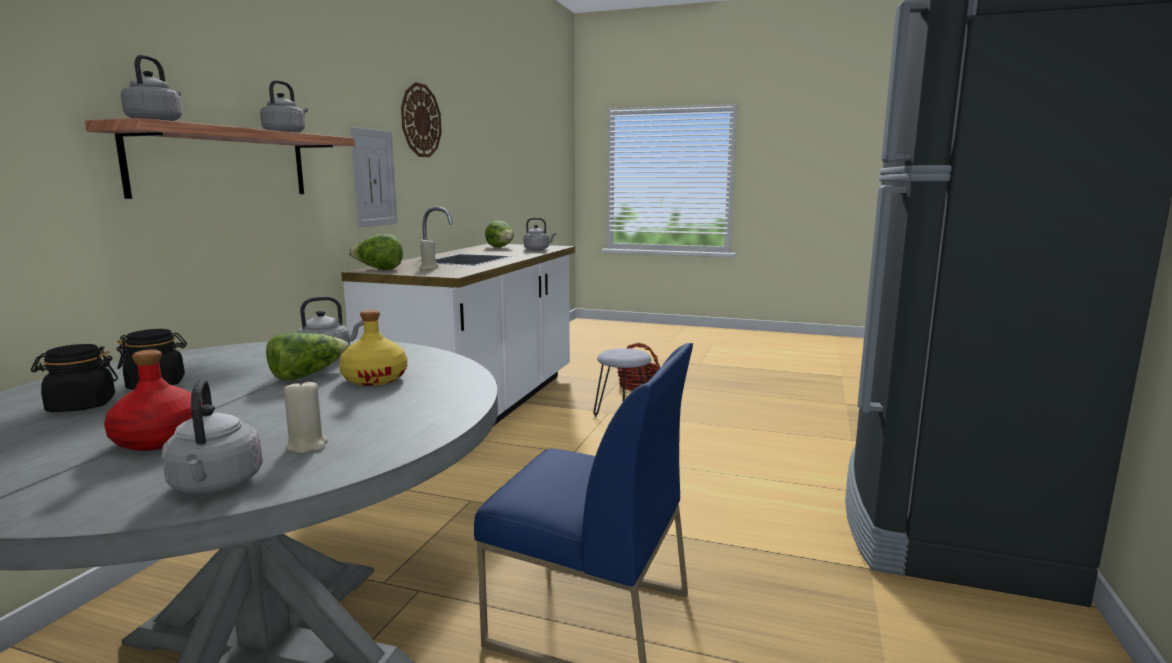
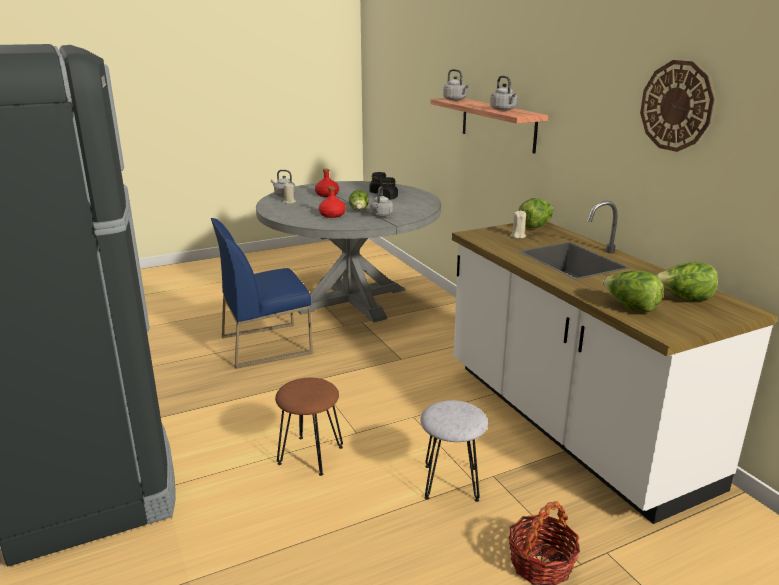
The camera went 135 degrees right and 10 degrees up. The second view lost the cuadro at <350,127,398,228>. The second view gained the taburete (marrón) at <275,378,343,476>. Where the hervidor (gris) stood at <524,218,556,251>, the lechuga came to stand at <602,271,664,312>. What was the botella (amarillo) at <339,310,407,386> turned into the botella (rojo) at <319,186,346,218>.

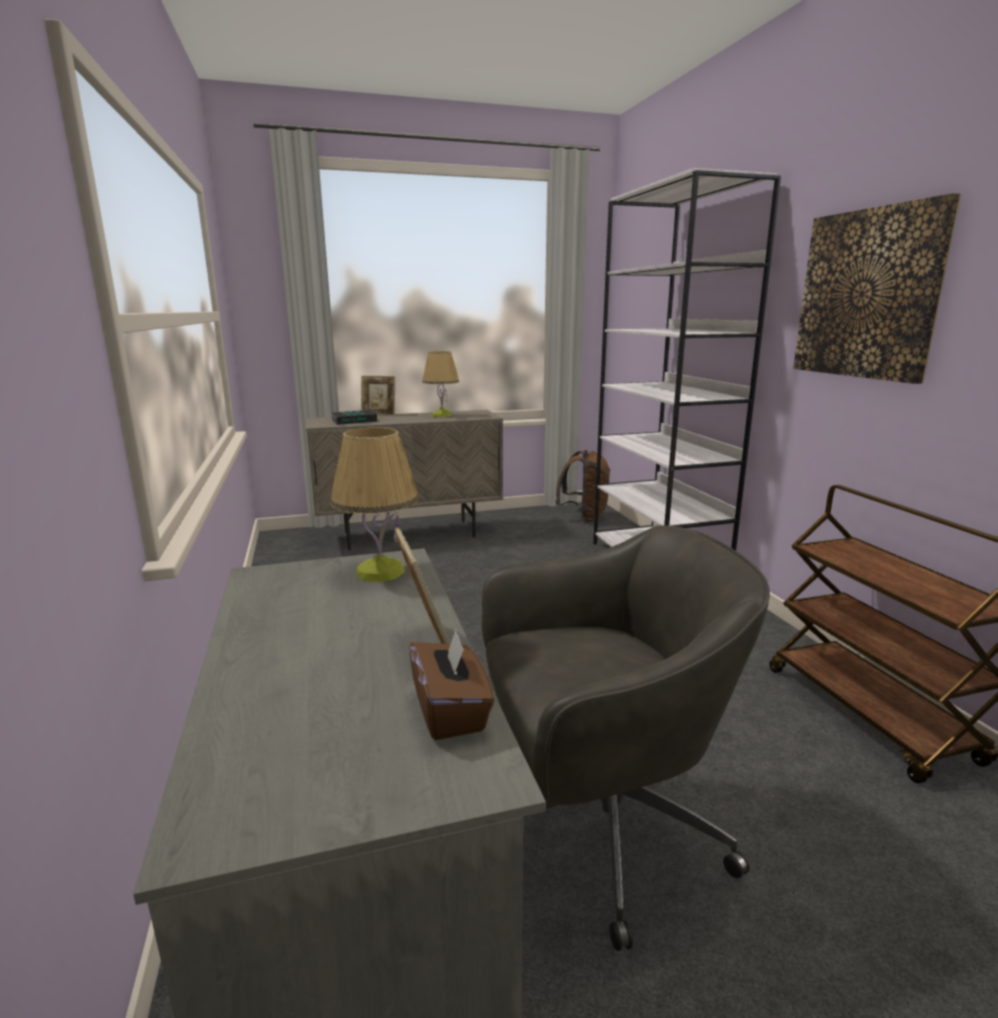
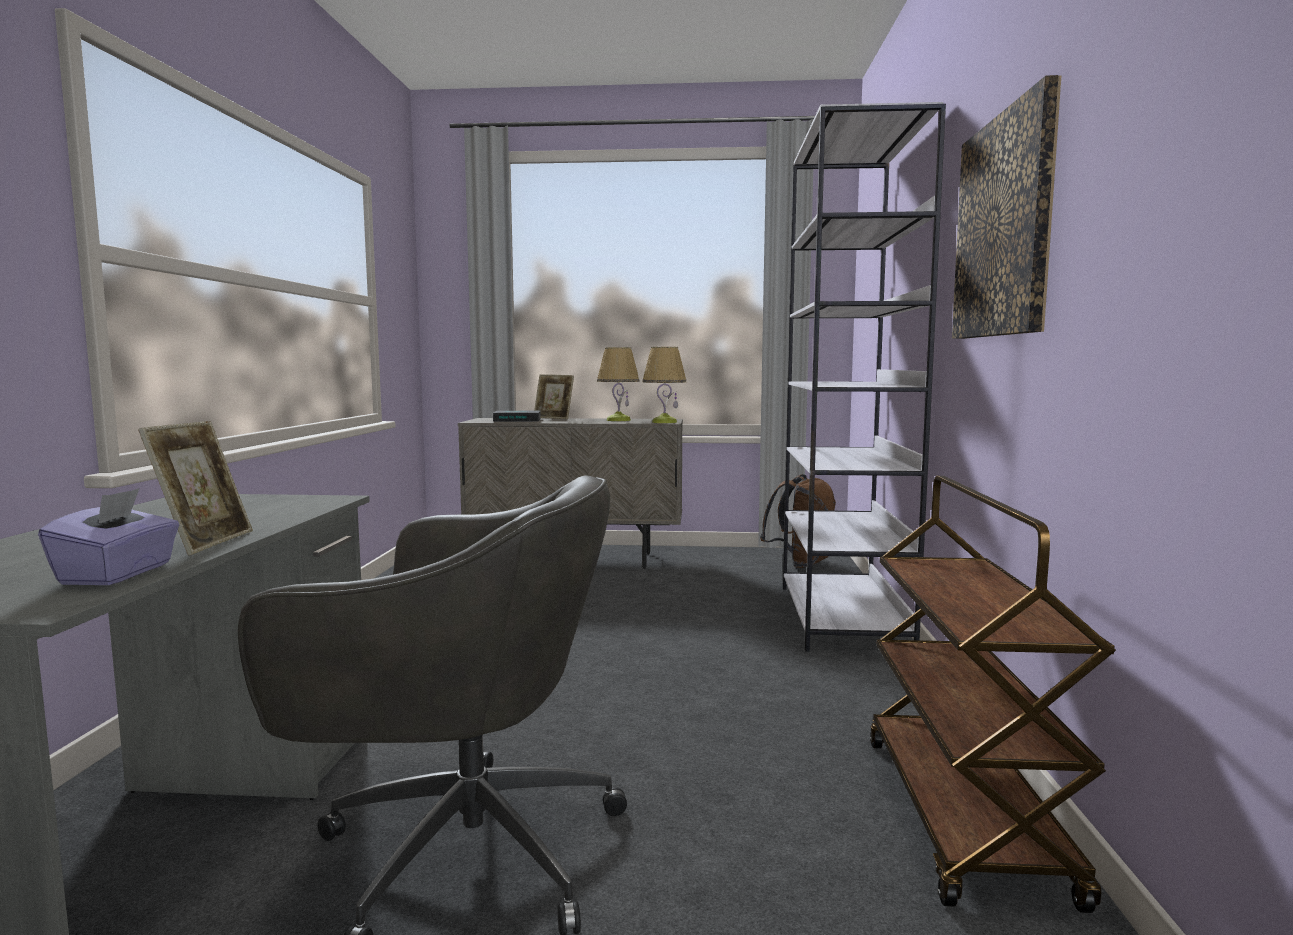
The camera went 20 degrees right and 10 degrees down. The lámpara de mesa ended up elsewhere, having gone from <331,428,419,582> to <643,347,686,423>. What was the caja de pañuelos (marrón) at <409,628,495,740> turned into the caja de pañuelos (morado) at <38,488,179,585>.

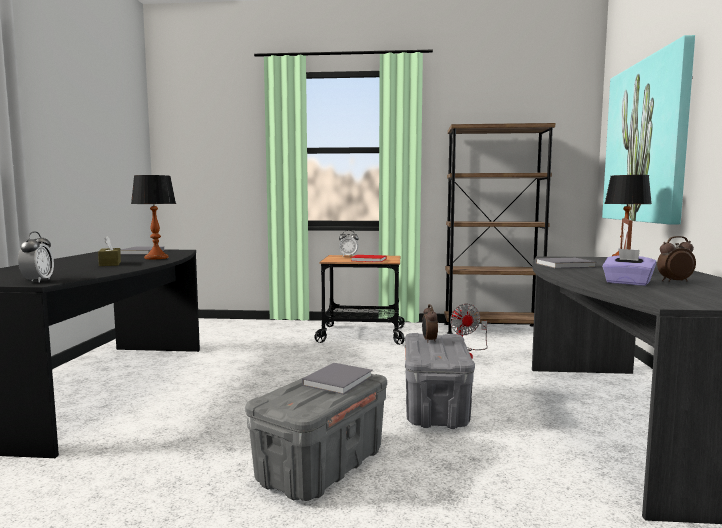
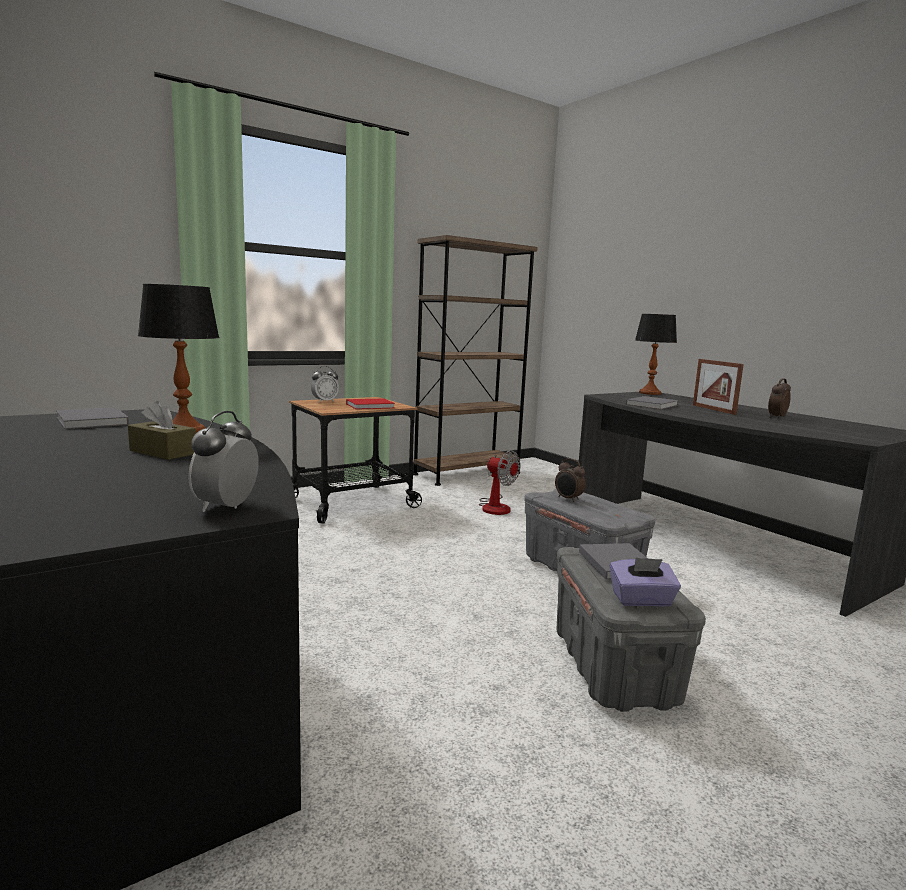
The camera went 40 degrees left and 5 degrees up. The second view lost the cuadro at <602,35,695,225>. The caja de pañuelos (morado) ended up elsewhere, having gone from <602,248,656,286> to <610,558,681,607>. The despertador at <18,232,54,283> ended up facing another way, 120 degrees counterclockwise from before.

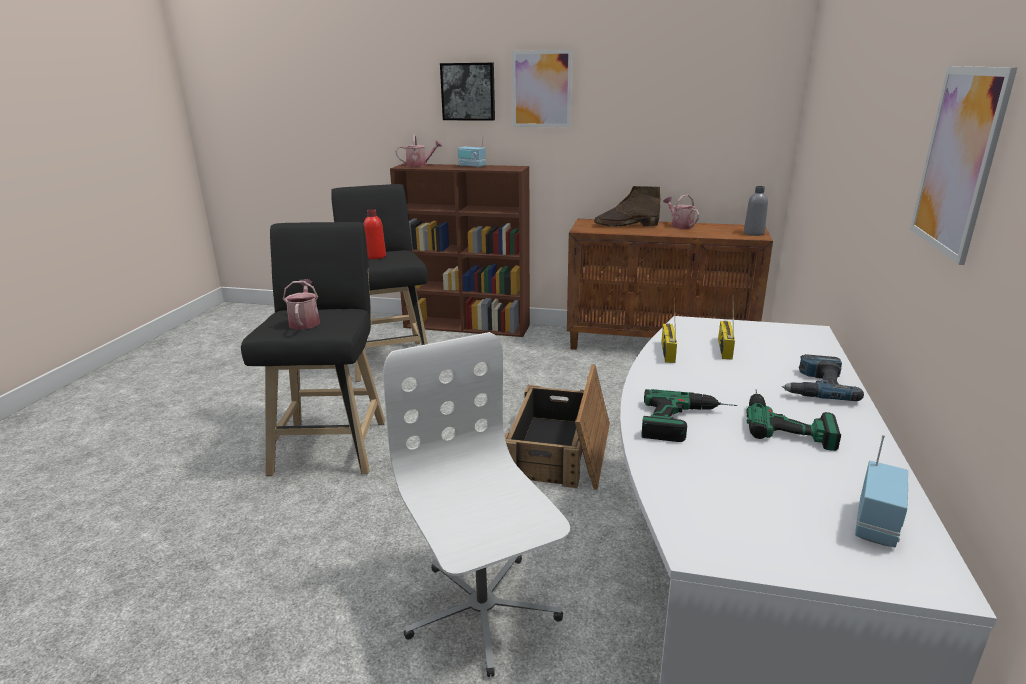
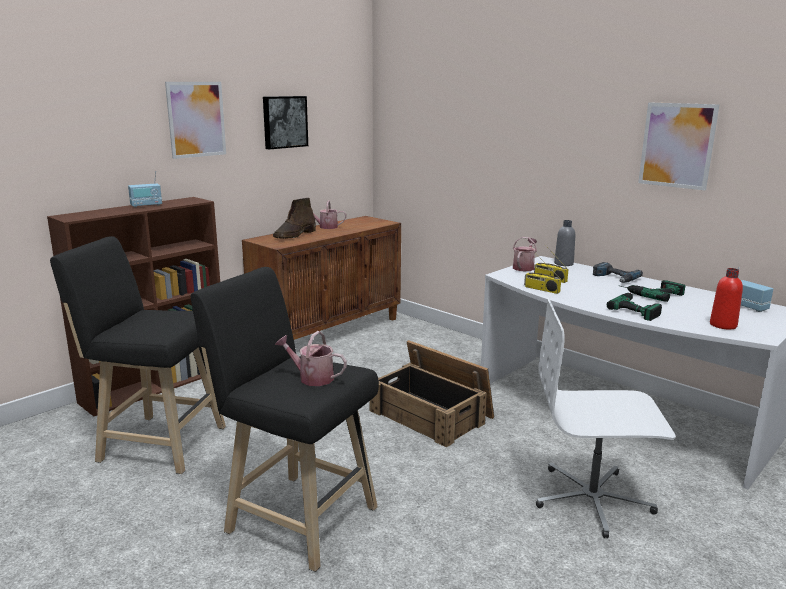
The camera went 60 degrees left and 5 degrees down. The botella (rojo) ended up elsewhere, having gone from <364,209,386,259> to <710,268,743,329>. The regadera ended up elsewhere, having gone from <396,134,443,167> to <513,237,537,271>. The cuadro ended up elsewhere, having gone from <440,63,495,121> to <263,96,308,149>. The botella (gris) ended up elsewhere, having gone from <744,186,768,236> to <554,220,575,266>.

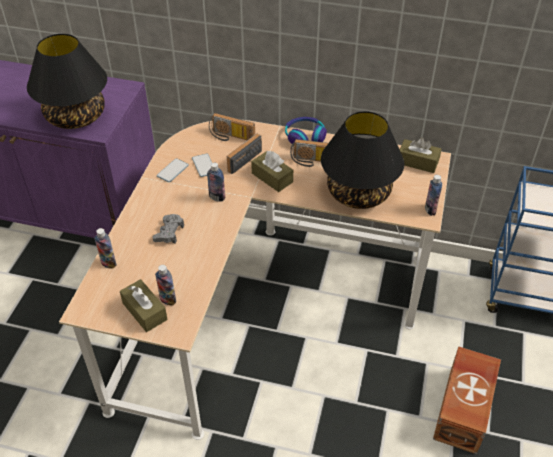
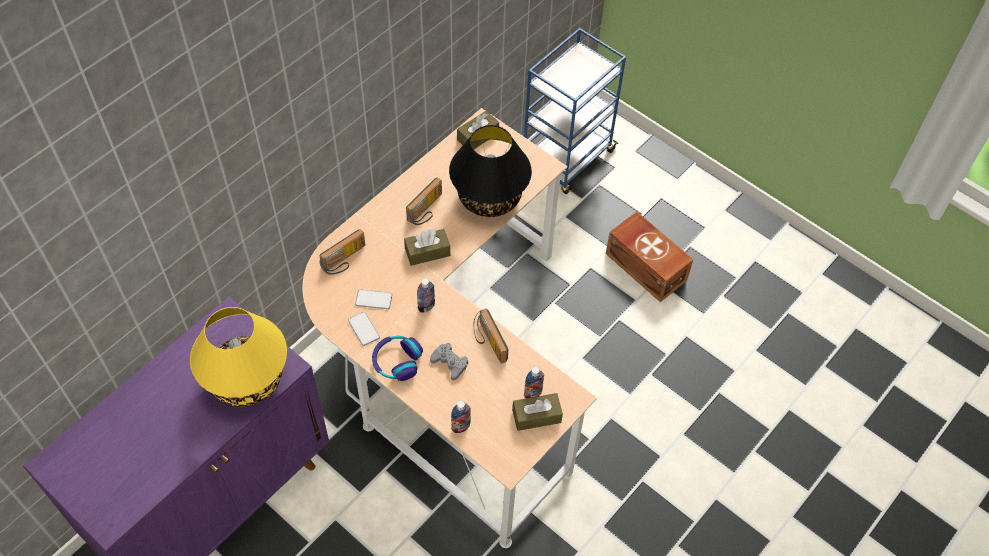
The camera went 65 degrees left and 10 degrees up. The second view lost the botella at <425,175,442,216>. The radio ended up elsewhere, having gone from <227,134,262,174> to <474,309,508,364>. The auriculares ended up elsewhere, having gone from <285,117,327,144> to <372,336,423,381>. What was the lámpara de mesa (negro) at <27,34,107,129> turned into the lámpara de mesa (amarillo) at <190,307,287,406>.

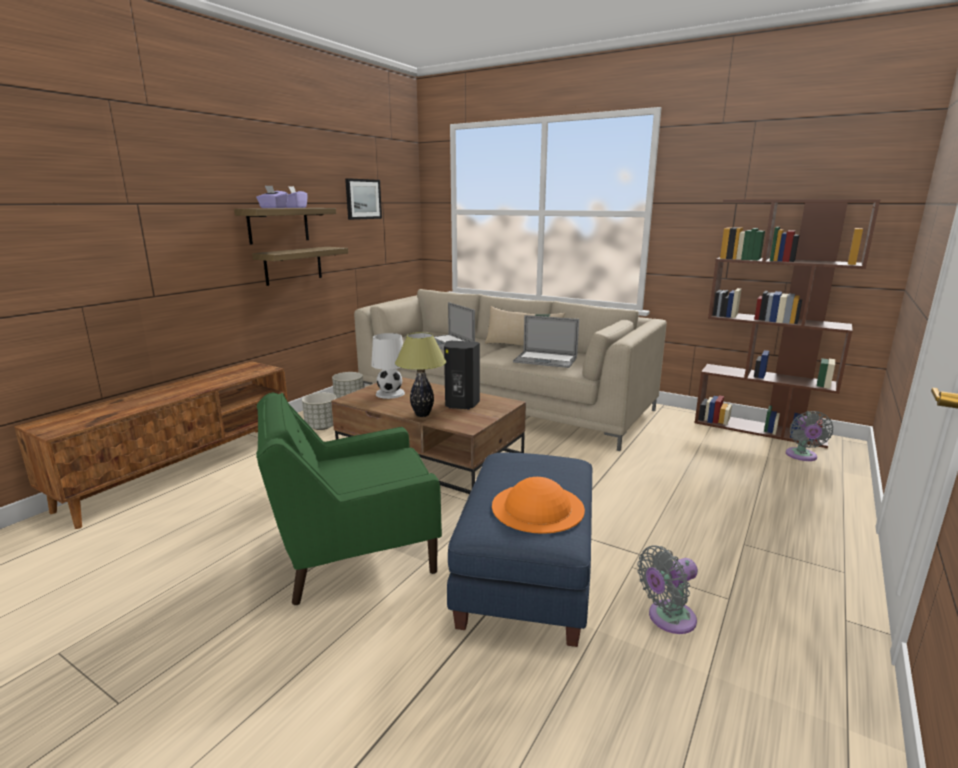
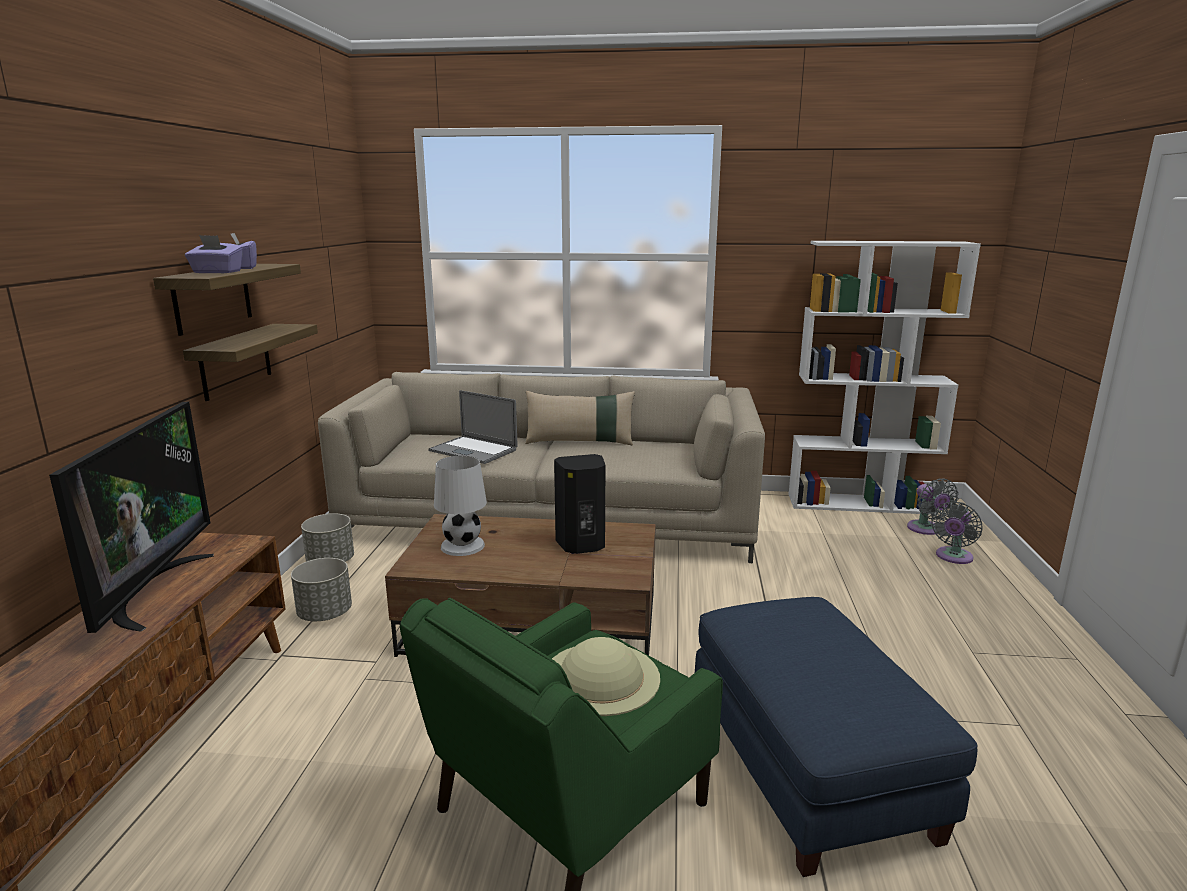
The camera went 25 degrees left and 0 degrees up. The second view lost the cuadro at <345,178,382,220>. The second view lost the lámpara de mesa at <395,332,446,417>. The second view lost the sombrero (naranja) at <492,477,585,534>. The second view lost the portátil at <513,315,579,368>. The second view gained the televisor at <49,402,214,633>. The second view gained the sombrero (beis) at <552,637,660,716>. The ventilador (gris) ended up elsewhere, having gone from <637,546,698,634> to <931,502,983,564>. What was the estantería (marrón) at <695,199,881,448> turned into the estantería (blanco) at <788,241,981,515>.

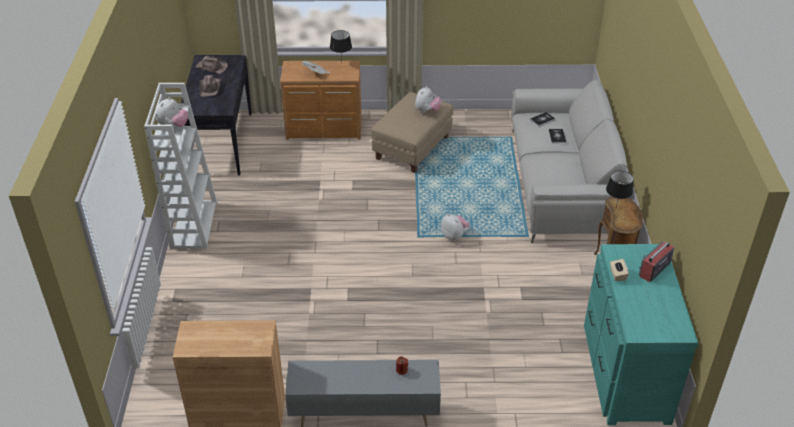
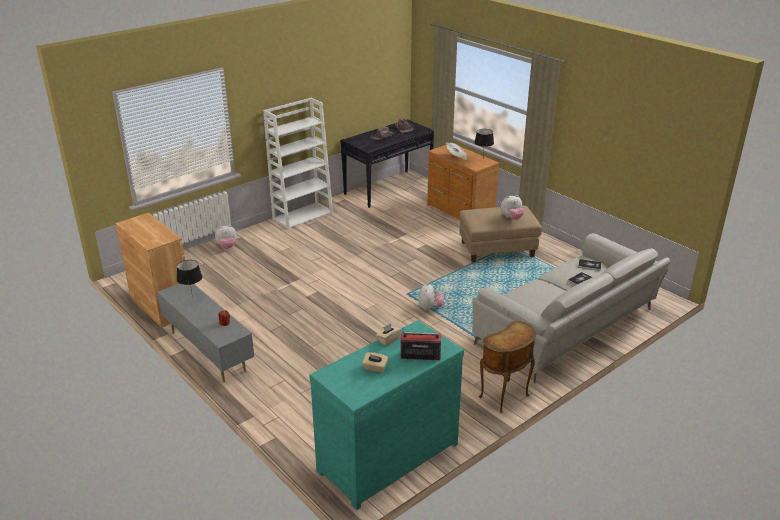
The camera went 50 degrees right and 10 degrees down. The second view gained the caja de pañuelos (beis) at <362,352,388,373>. The peluche ended up elsewhere, having gone from <156,97,188,127> to <215,225,237,249>. The lámpara de mesa (negro) ended up elsewhere, having gone from <606,171,634,207> to <177,260,202,297>.

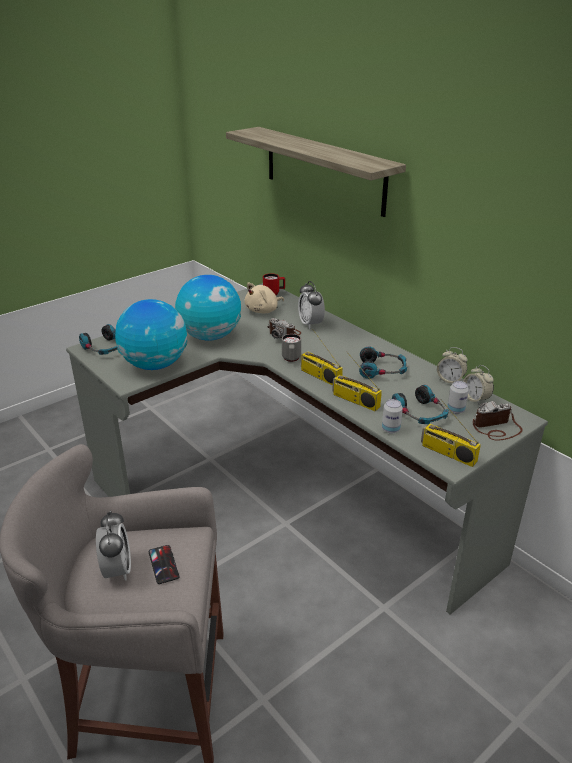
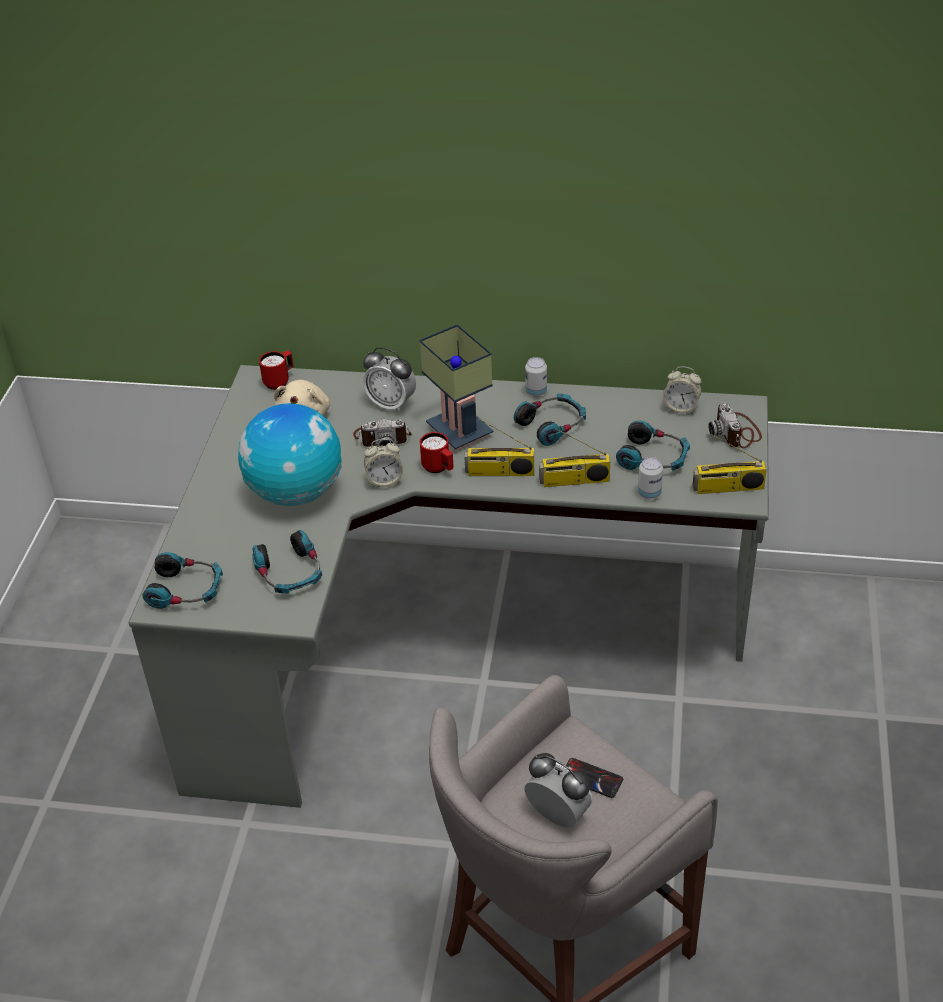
The camera went 40 degrees left and 10 degrees up. The second view lost the estante at <226,127,406,217>. The second view gained the lámpara de mesa at <419,324,494,451>. The despertador ended up elsewhere, having gone from <437,347,468,383> to <364,439,403,487>. The lata ended up elsewhere, having gone from <447,381,469,414> to <525,357,547,397>. Where the globo terráqueo stood at <115,299,187,370>, the auriculares came to stand at <252,530,322,594>. What was the taza grande (gris) at <282,334,301,362> turned into the taza grande (rojo) at <420,432,454,473>. The cámara at <473,401,523,441> ended up facing another way, 45 degrees counterclockwise from before.

